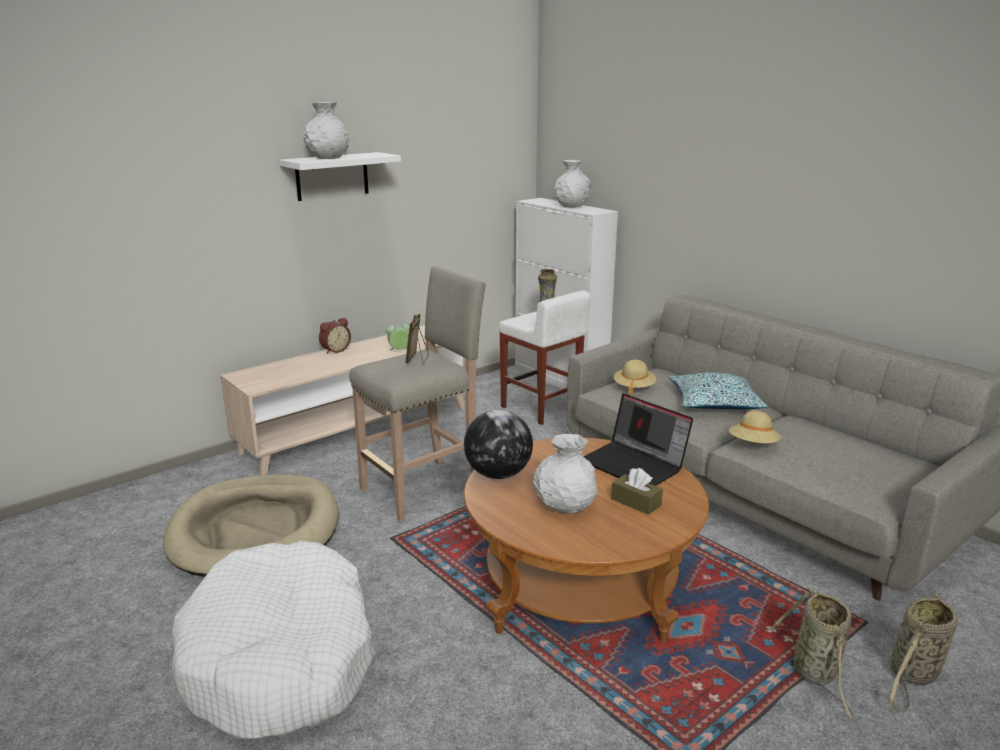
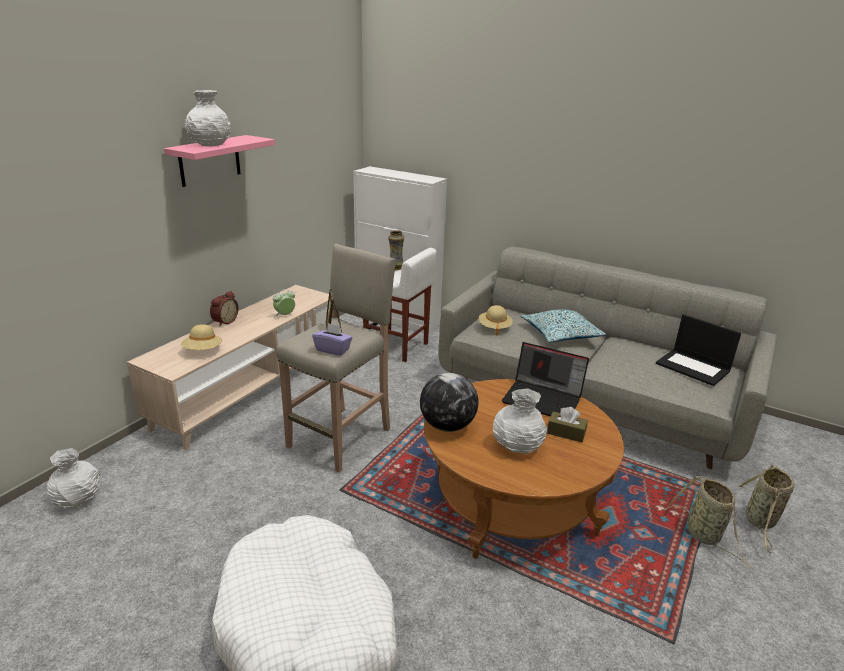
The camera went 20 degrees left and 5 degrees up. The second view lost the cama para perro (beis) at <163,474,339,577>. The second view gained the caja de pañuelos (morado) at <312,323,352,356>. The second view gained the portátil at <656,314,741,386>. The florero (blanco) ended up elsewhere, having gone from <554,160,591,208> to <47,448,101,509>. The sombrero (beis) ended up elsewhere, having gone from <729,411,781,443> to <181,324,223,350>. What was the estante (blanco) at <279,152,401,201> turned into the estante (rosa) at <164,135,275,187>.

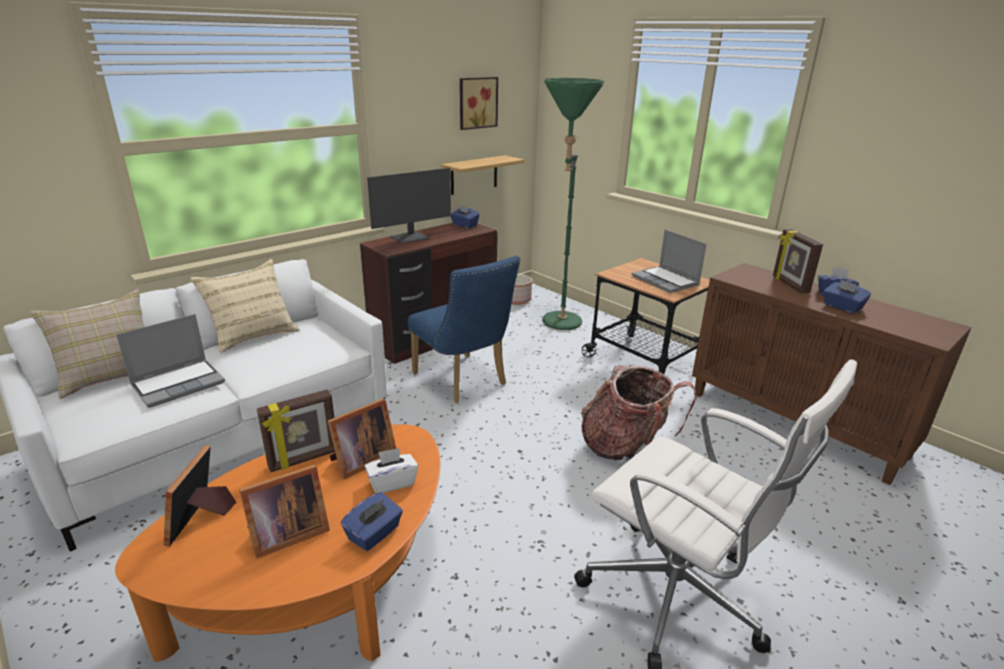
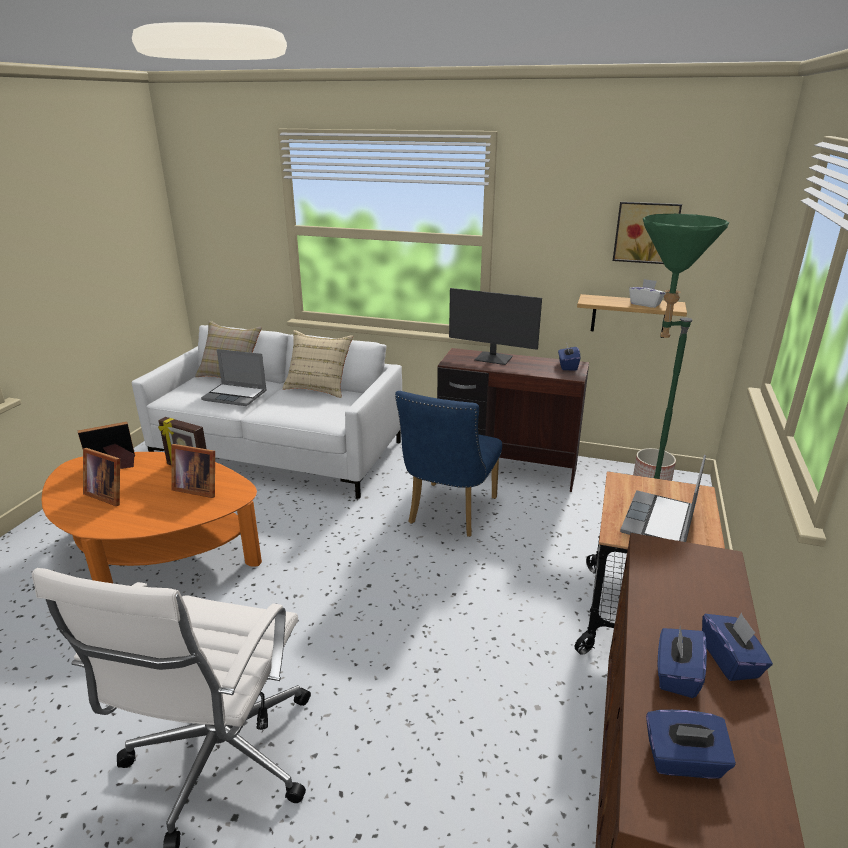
The camera went 60 degrees right and 0 degrees up. The second view lost the mochila at <582,364,697,460>. The second view lost the portarretratos at <773,229,823,294>. The caja de pañuelos (azul) ended up elsewhere, having gone from <341,492,403,551> to <646,710,736,779>. The caja de pañuelos (blanco) ended up elsewhere, having gone from <365,448,418,493> to <629,279,665,308>.

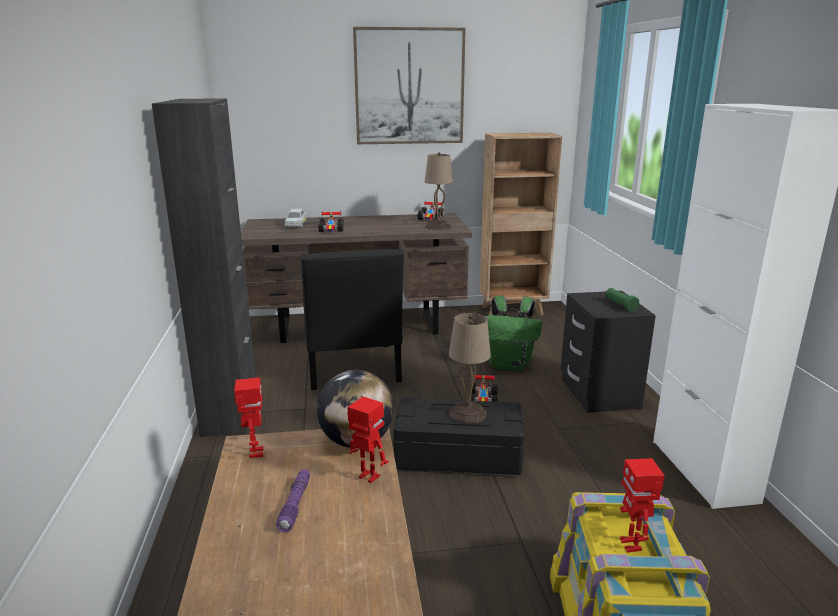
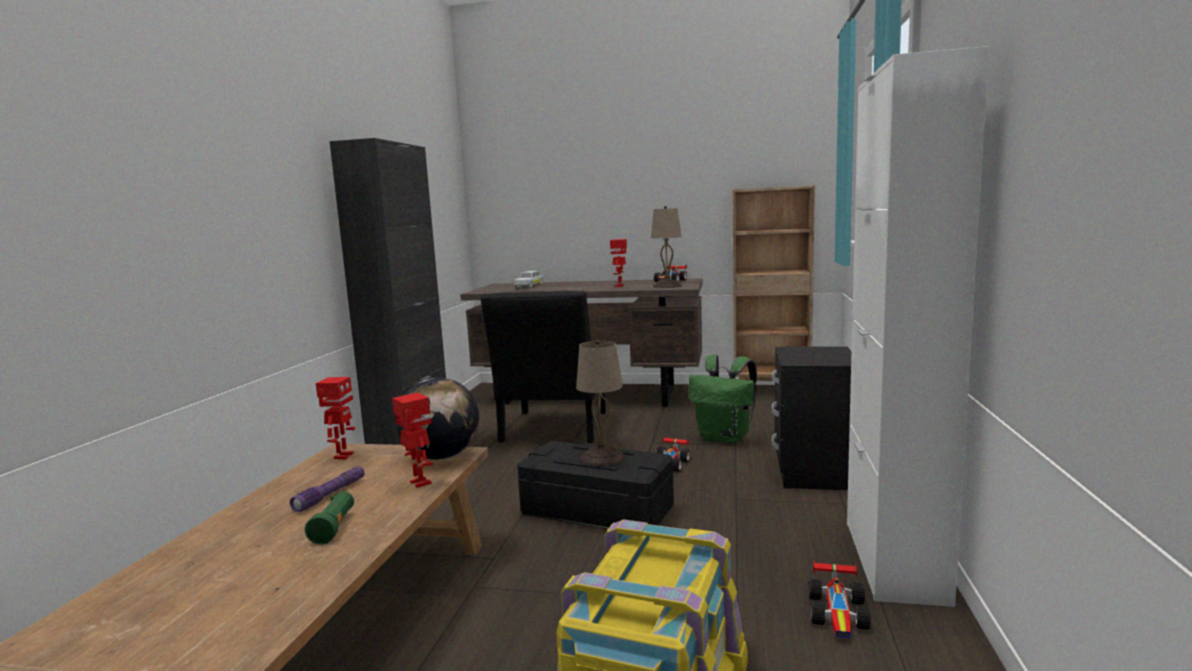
The camera went 20 degrees right and 10 degrees down. The second view lost the cuadro at <353,27,466,144>. The coche de juguete ended up elsewhere, having gone from <318,211,344,232> to <808,560,871,638>. The linterna (verde) ended up elsewhere, having gone from <605,288,639,312> to <305,491,354,545>. The robot de juguete ended up elsewhere, having gone from <620,458,665,553> to <610,239,627,287>.

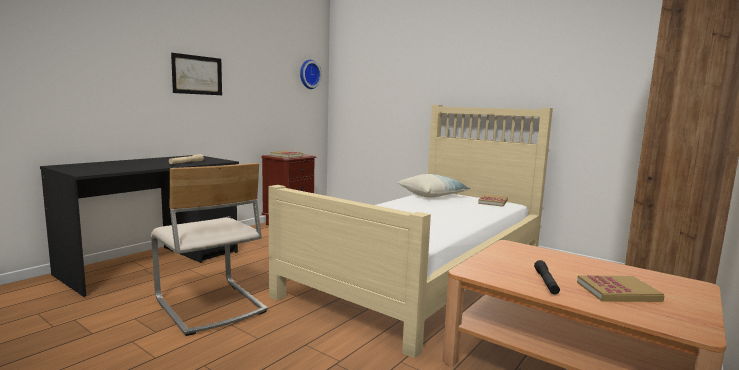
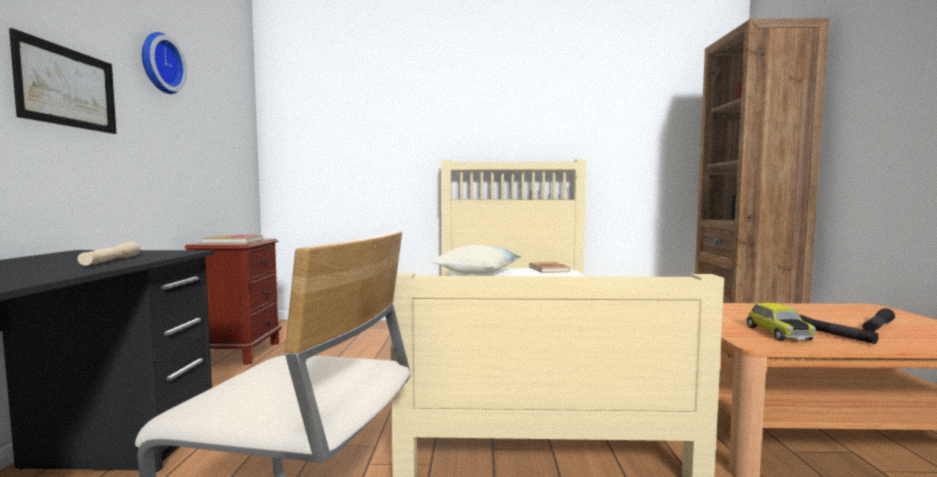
The camera went 35 degrees left and 5 degrees down. The second view gained the coche de juguete at <746,303,816,341>. The reloj de pared ended up elsewhere, having gone from <300,60,322,89> to <142,32,187,94>. Where the libro stood at <577,275,665,302>, the linterna (negro) came to stand at <862,308,895,332>.

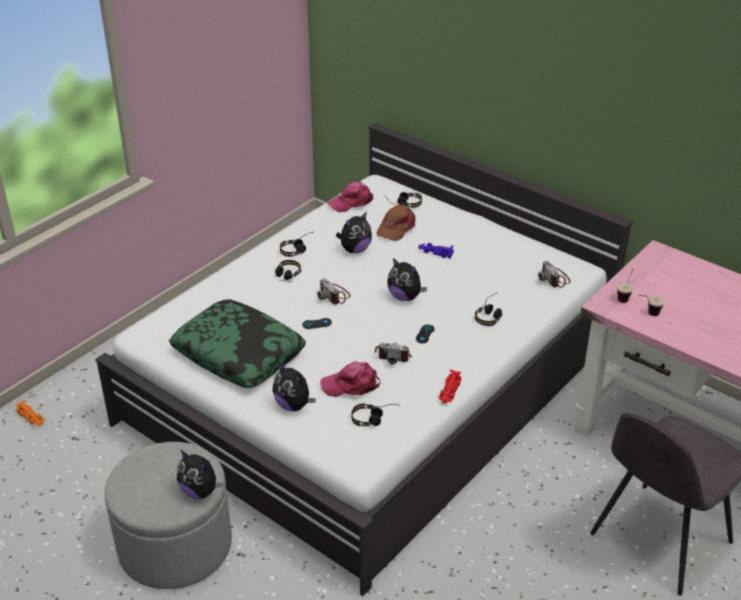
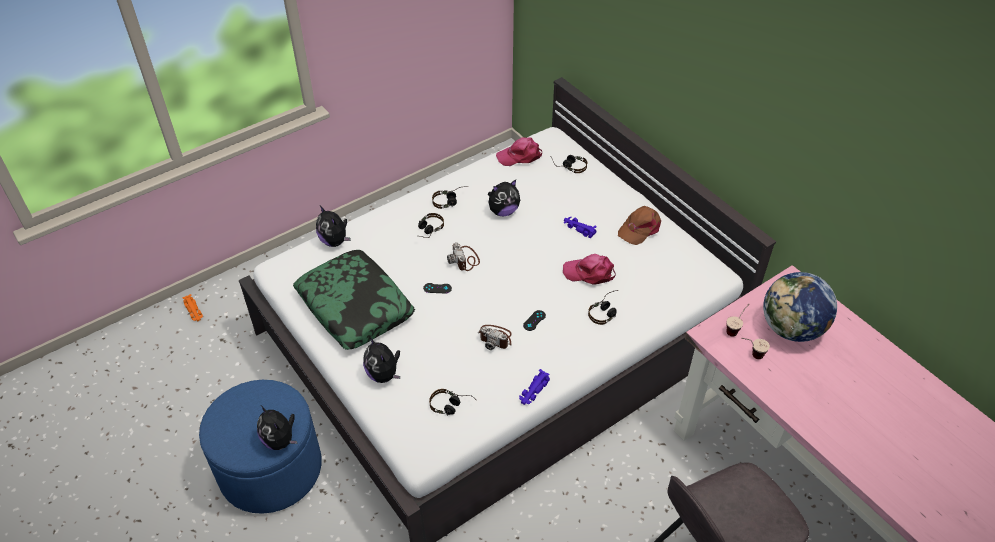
The camera went 15 degrees right and 10 degrees up. The second view lost the cámara at <538,261,571,288>. The second view gained the globo terráqueo at <763,272,837,342>. The gorra (rosa) ended up elsewhere, having gone from <320,361,381,397> to <563,254,616,284>. The gorra (marrón) ended up elsewhere, having gone from <376,205,415,241> to <618,206,661,245>. The peluche ended up elsewhere, having gone from <387,258,427,301> to <316,206,351,247>. What was the puf (gris) at <105,442,232,589> turned into the puf (azul) at <199,380,321,514>. What was the coche de juguete (rojo) at <439,370,461,404> turned into the coche de juguete (morado) at <519,369,550,405>.

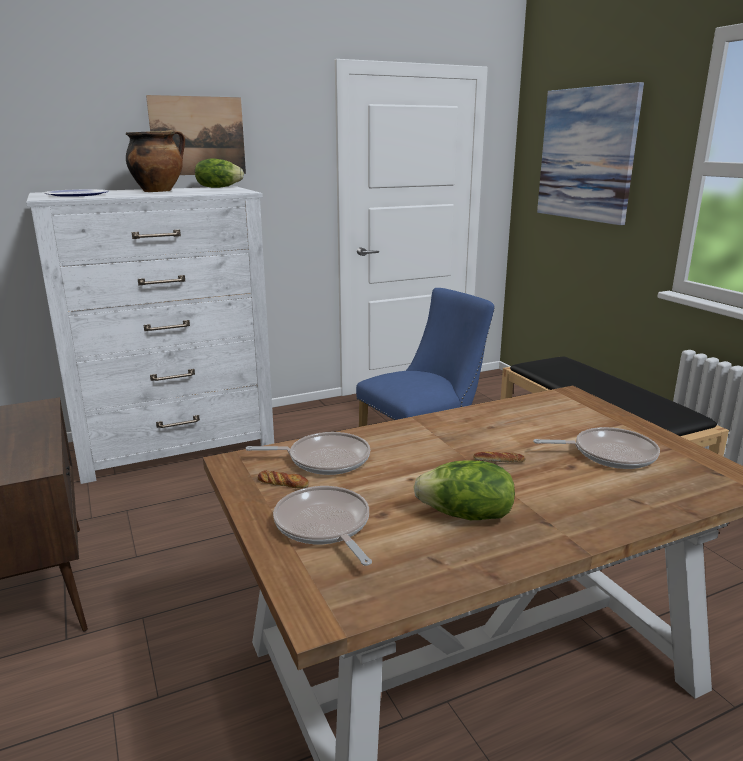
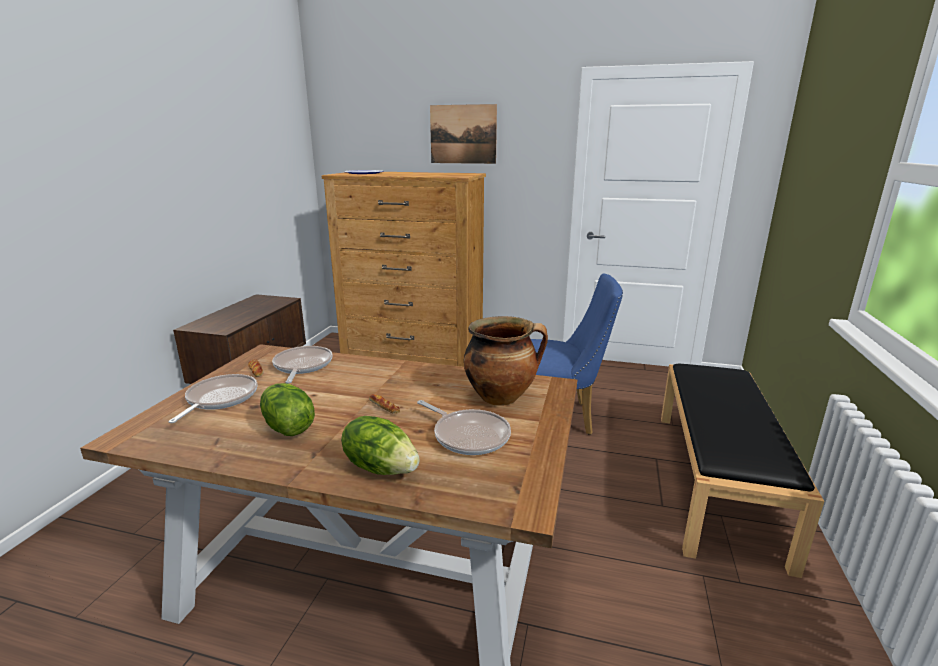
The camera went 40 degrees right and 0 degrees up. The second view lost the cuadro at <537,82,644,225>. The olla ended up elsewhere, having gone from <126,130,185,192> to <464,316,548,406>. The lechuga ended up elsewhere, having gone from <195,158,244,188> to <341,416,420,475>. What was the cómoda (blanco) at <26,187,274,484> turned into the cómoda (marrón) at <322,172,486,367>. The sartén at <246,432,370,475> ended up facing another way, 135 degrees counterclockwise from before.

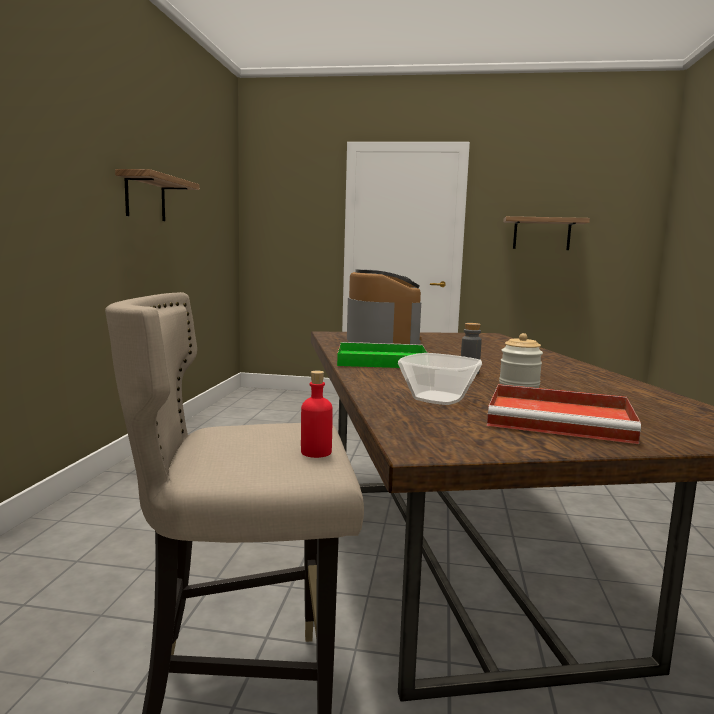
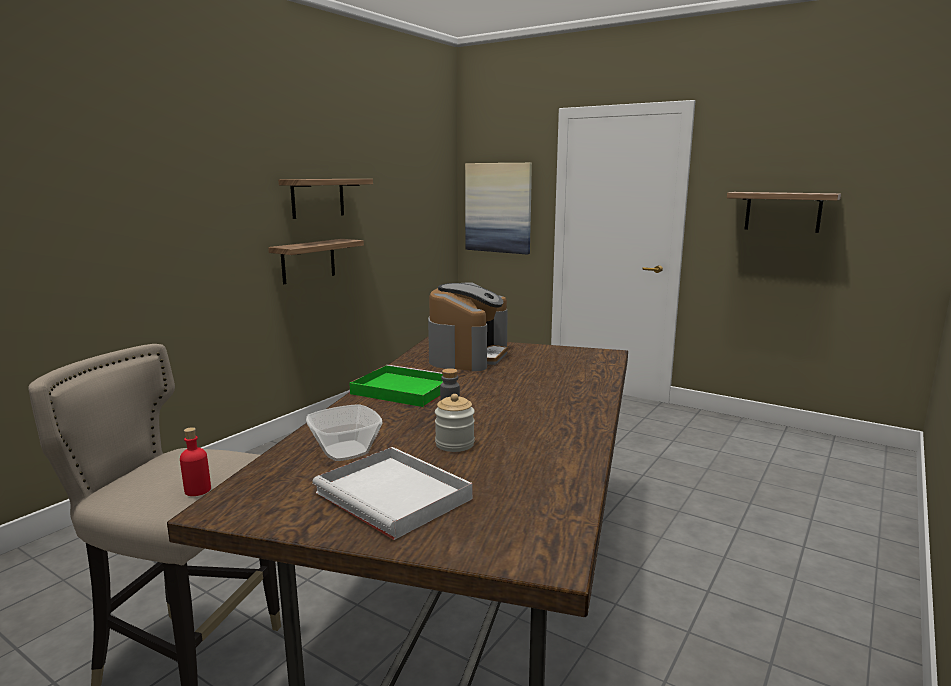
The camera went 25 degrees right and 5 degrees up. The second view gained the estante at <268,239,364,284>. The second view gained the cuadro at <465,163,532,255>. What was the bandeja (rojo) at <487,384,641,444> turned into the bandeja (blanco) at <312,447,472,540>.

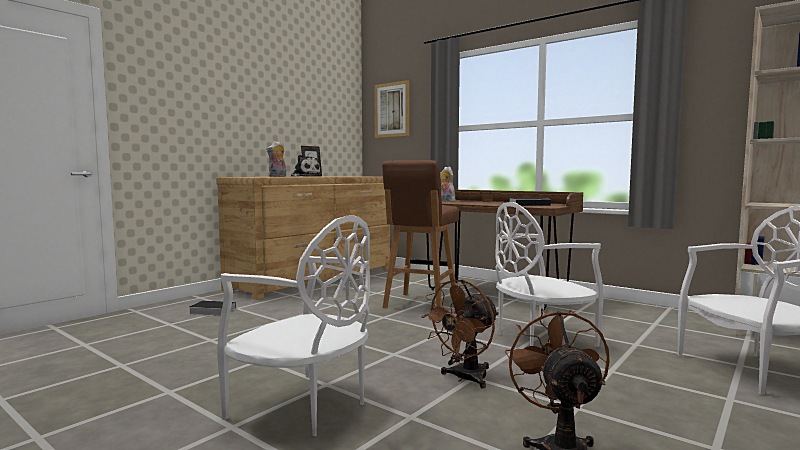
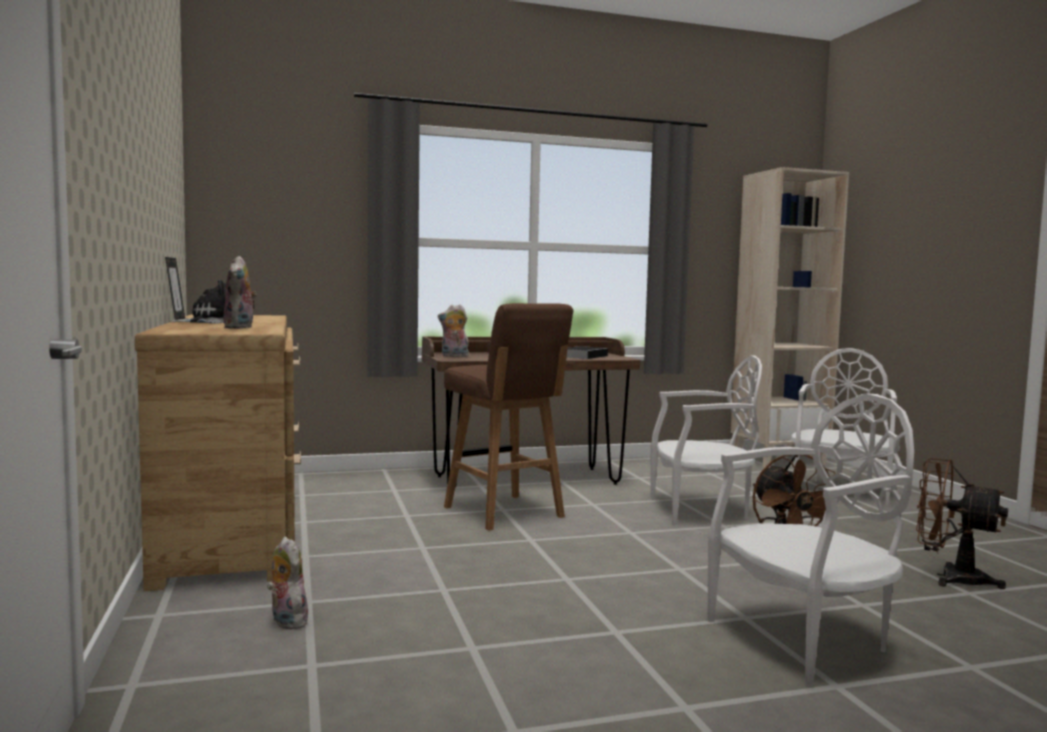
The camera went 55 degrees left and 0 degrees up. The second view lost the cuadro at <374,80,409,138>. Where the libro stood at <189,300,236,316>, the peluche came to stand at <267,537,311,629>. The silla (blanco) at <495,202,604,347> ended up facing another way, 105 degrees counterclockwise from before.

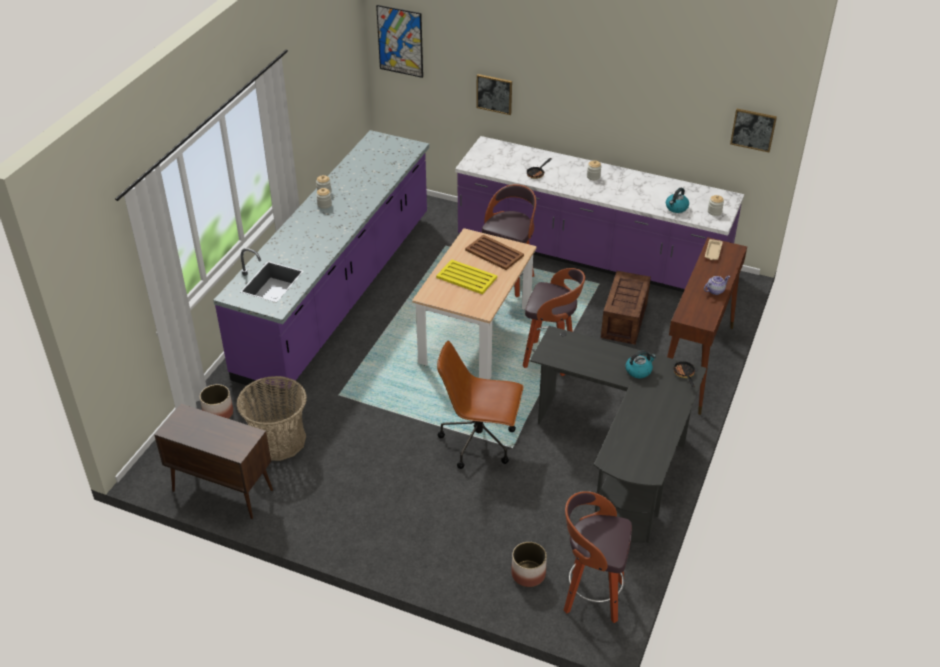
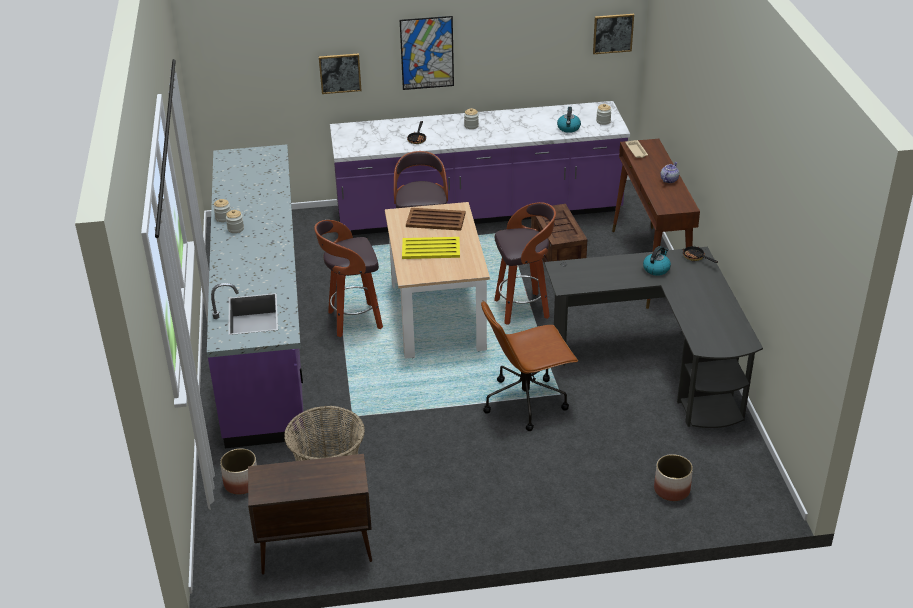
The camera went 30 degrees left and 5 degrees down. The cuadro ended up elsewhere, having gone from <376,5,423,78> to <400,16,454,90>. The taburete ended up elsewhere, having gone from <564,491,632,623> to <314,220,383,337>.

